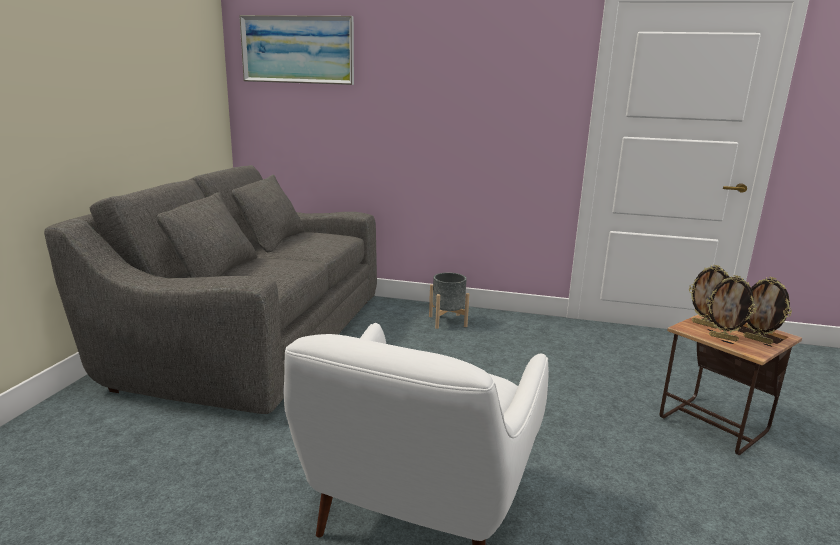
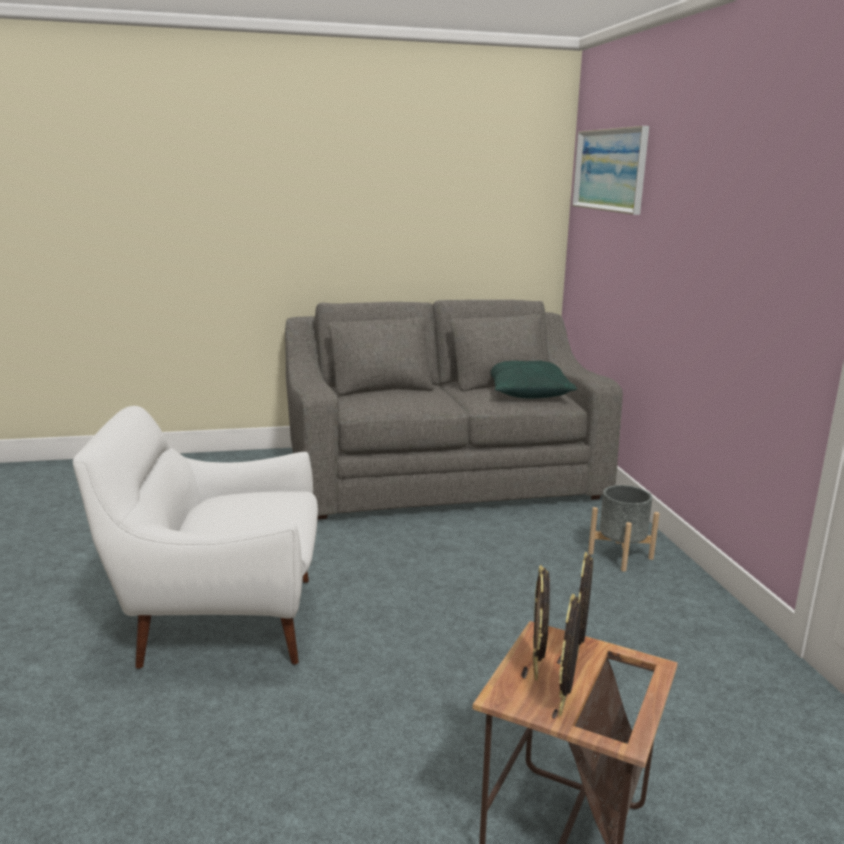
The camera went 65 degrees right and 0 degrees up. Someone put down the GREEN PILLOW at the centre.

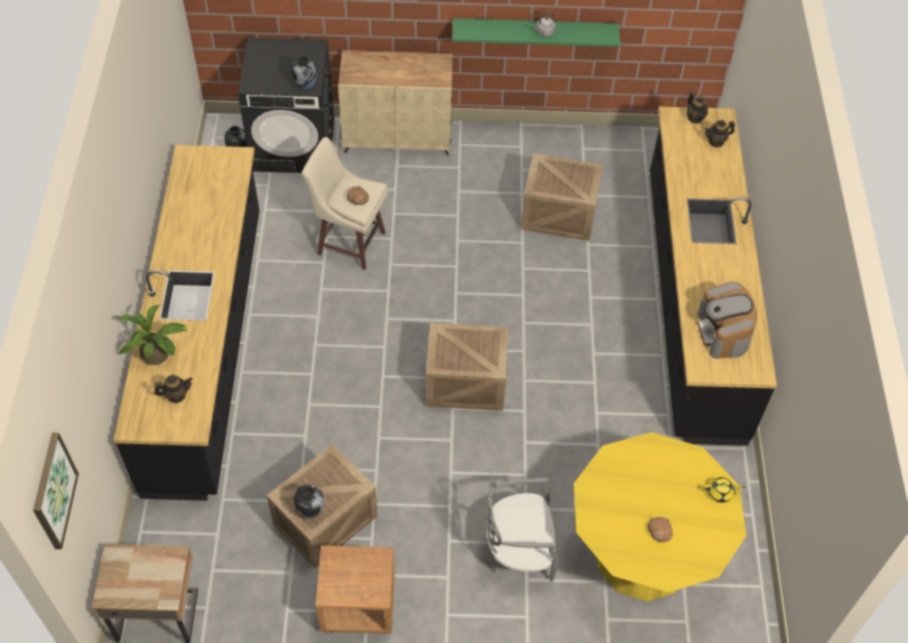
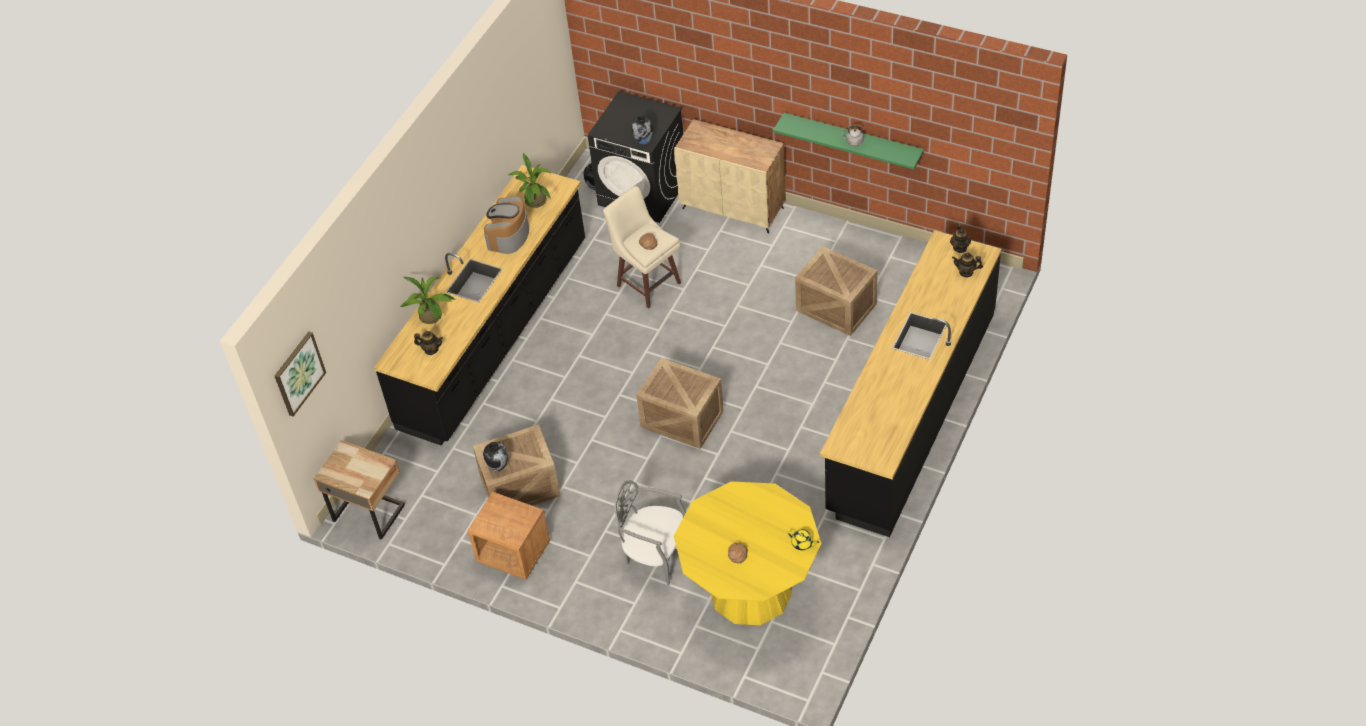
The camera went 30 degrees right and 5 degrees down. Someone put down the POTTED PLANT (no. 2 from left) at the top centre. Someone carried the COFFEE MACHINE from the middle right to the top centre.

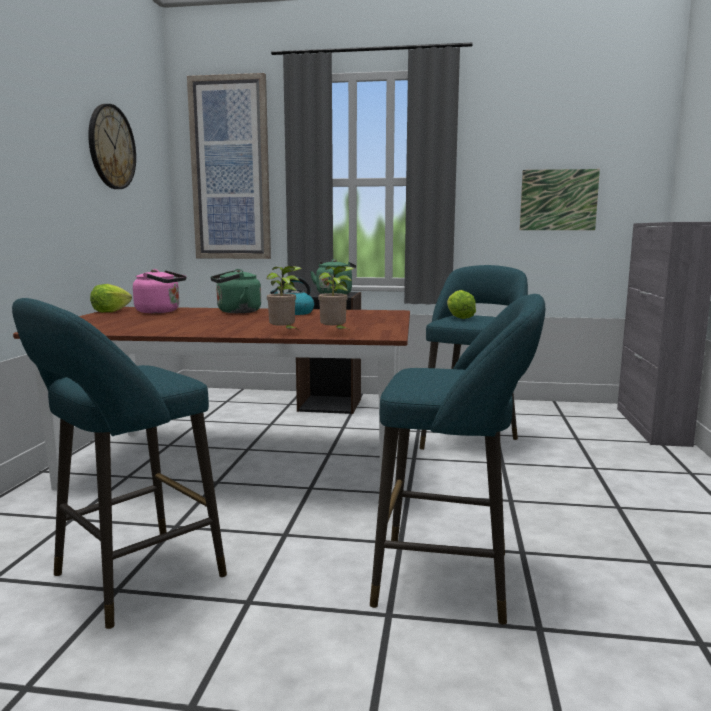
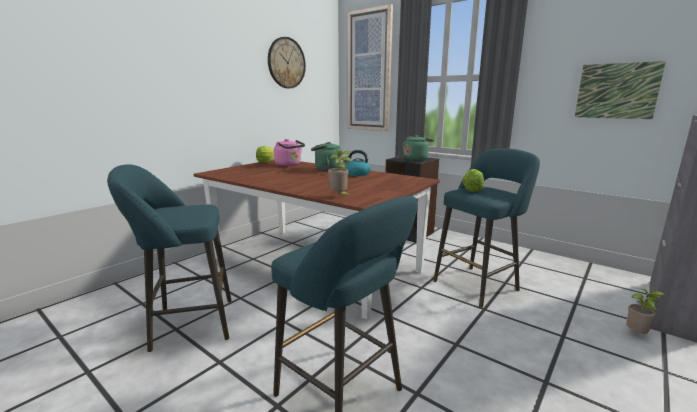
The camera went 30 degrees right and 5 degrees up. Someone carried the POTTED PLANT (no. 1 from left in the first image) from the centre to the bottom right.

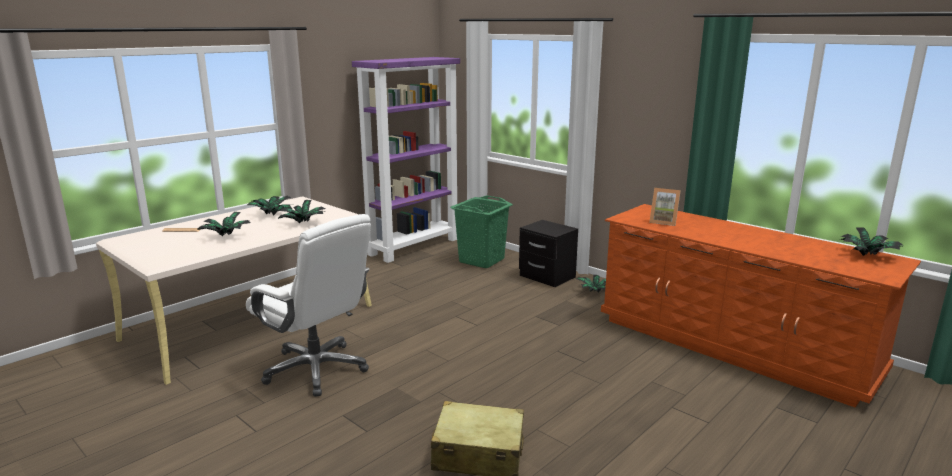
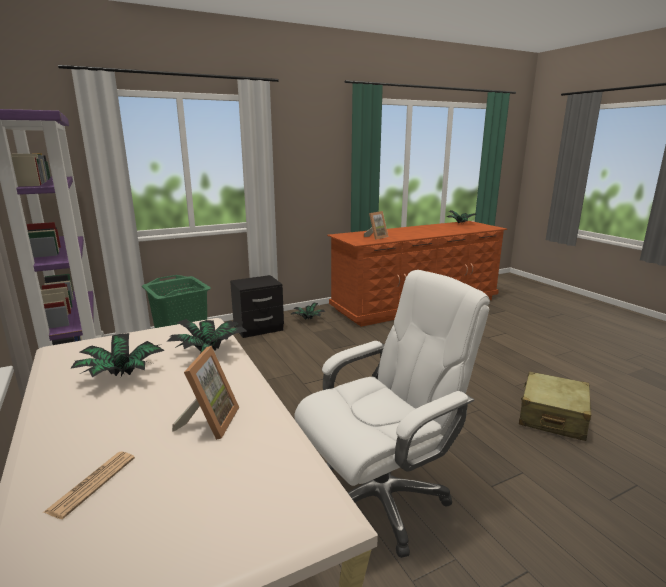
The camera went 70 degrees left and 0 degrees up. Someone swapped the POTTED PLANT (no. 1 from left) at the middle left for the PICTURE FRAME (no. 1 from left) at the bottom left.

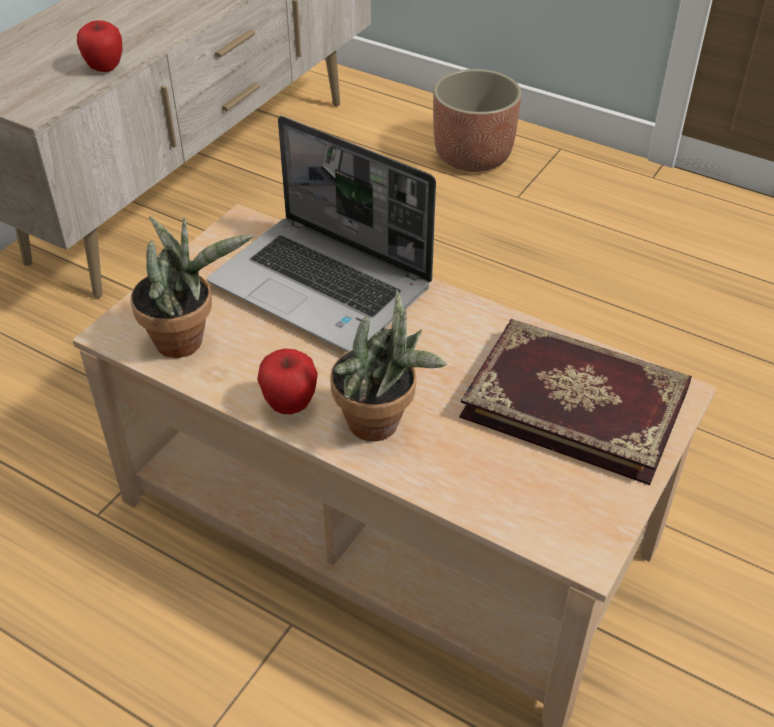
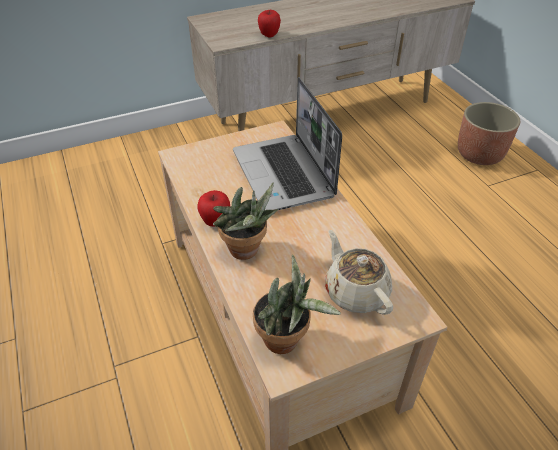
The camera went 35 degrees right and 0 degrees up. Someone carried the POTTED PLANT (no. 1 from left in the first image) from the middle left to the bottom centre. Someone swapped the BOOK at the middle right for the BEIGE TEAPOT at the centre.

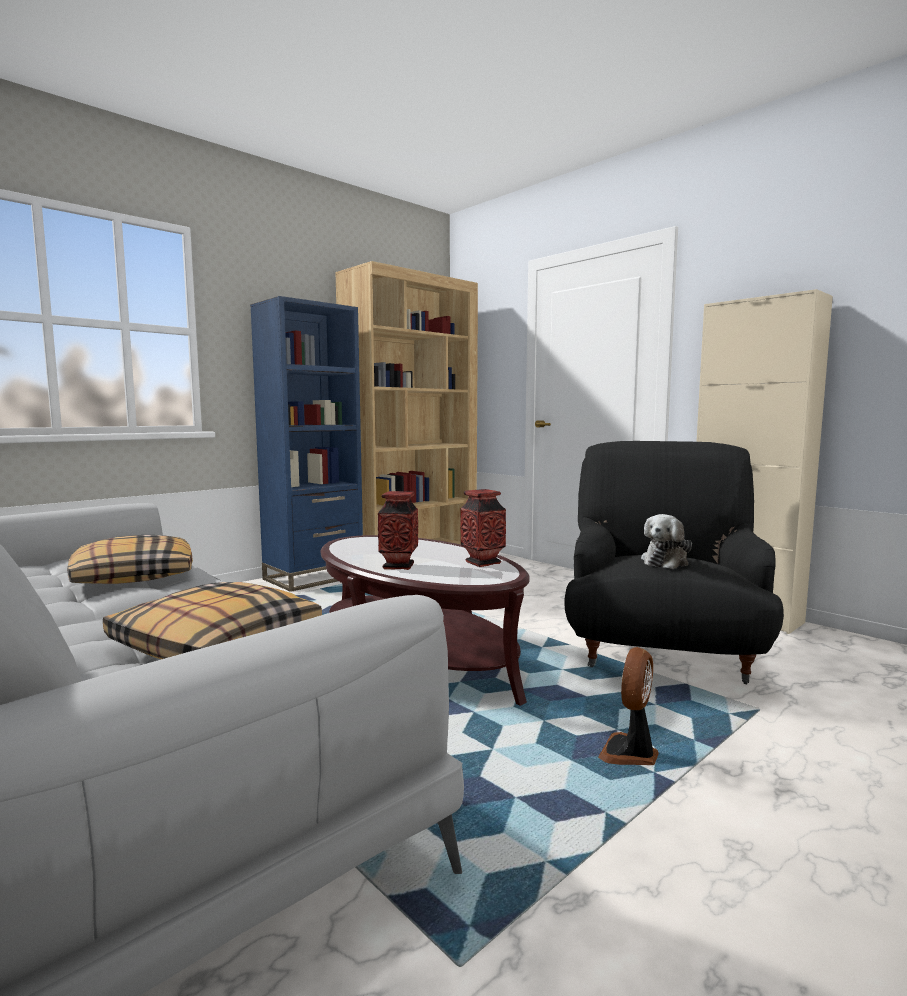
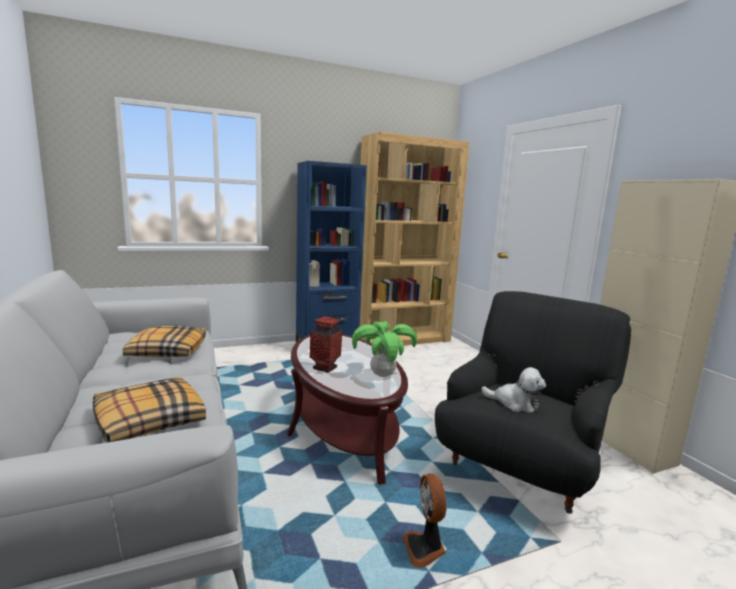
The camera went 20 degrees right and 5 degrees up. Someone swapped the VASE (no. 2 from left) at the centre for the POTTED PLANT at the centre. Someone rotated the FAN at the bottom right by 60 degrees counterclockwise. Someone rotated the PLUSH TOY at the middle right by 120 degrees counterclockwise.

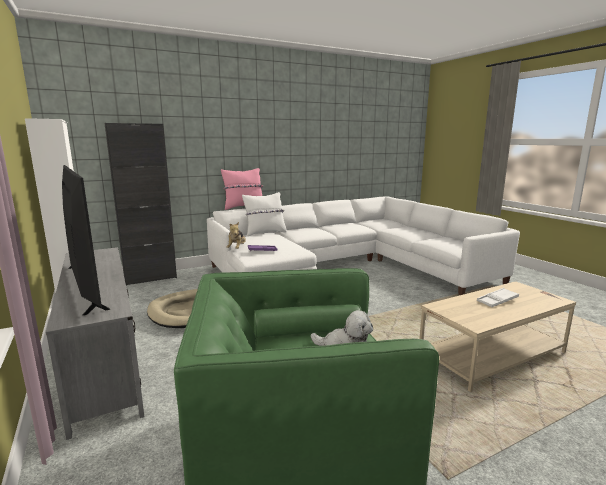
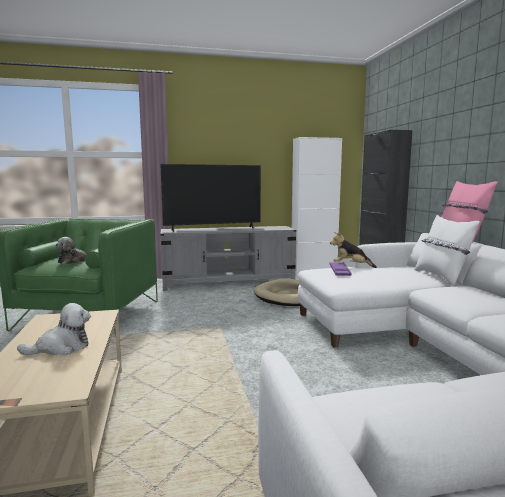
The camera went 105 degrees right and 5 degrees down. Someone swapped the WHITE TRAY at the middle right for the PLUSH TOY (no. 1 from left) at the middle left.

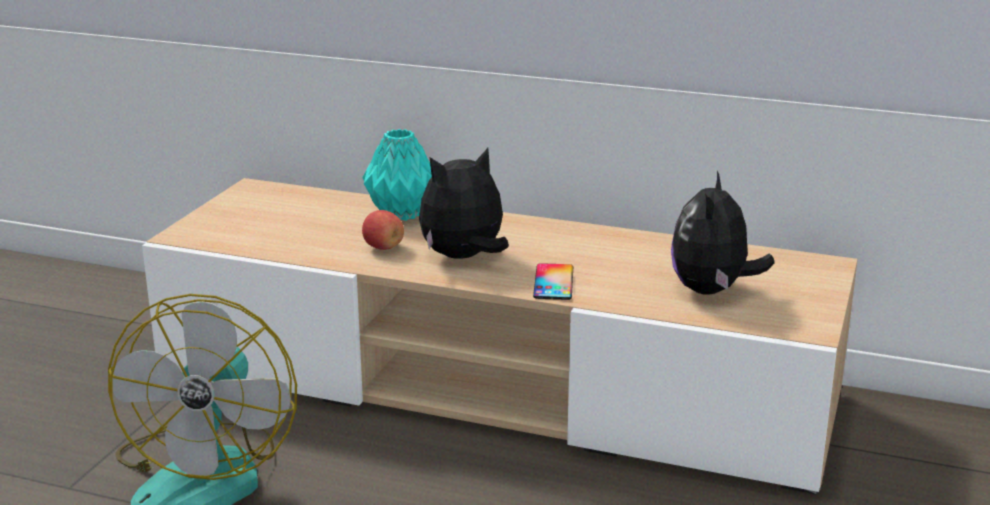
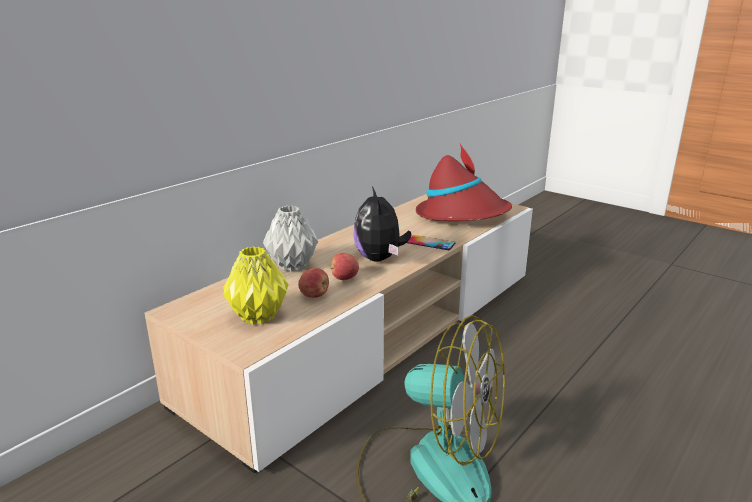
The camera went 70 degrees left and 0 degrees up. Someone put down the YELLOW VASE at the centre. Someone put down the APPLE (no. 1 from left) at the centre. Someone swapped the PLUSH TOY (no. 2 from left) at the middle right for the RED HAT at the centre. Someone repainted the TURQUOISE VASE at the centre, which became the GREY VASE at the centre.

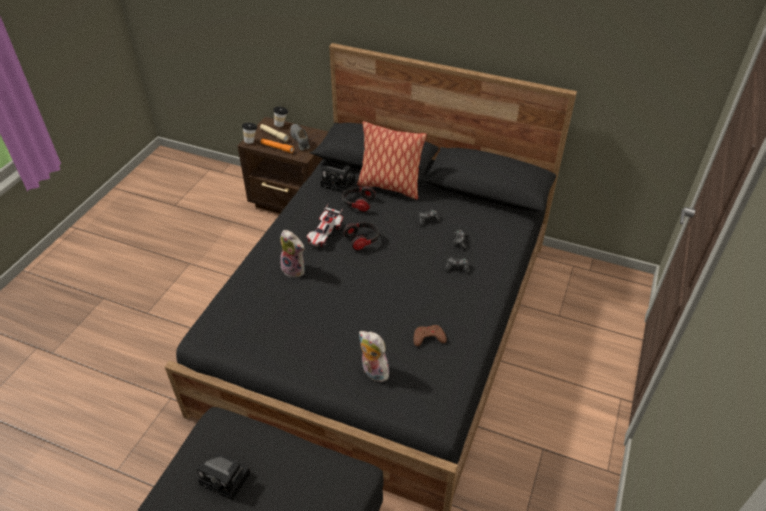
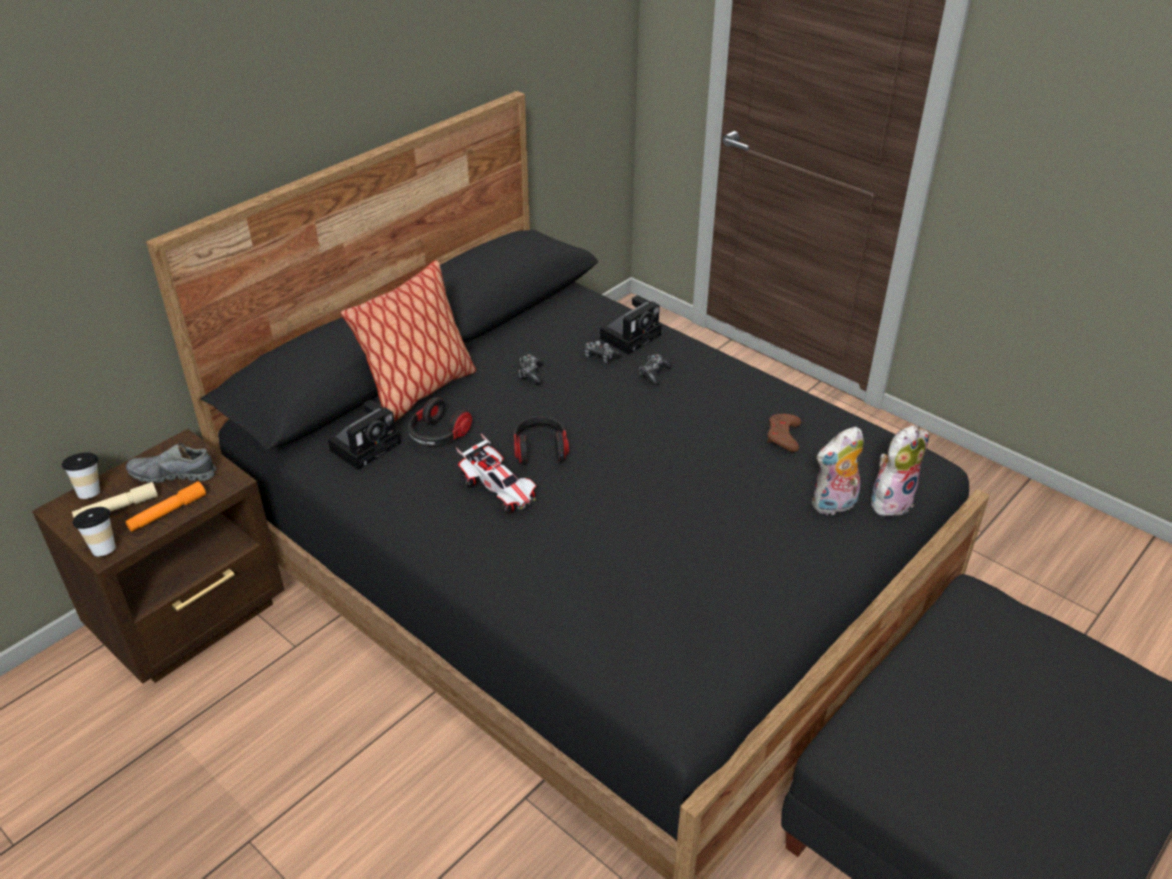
The camera went 70 degrees left and 5 degrees down. Someone carried the PHOTO CAMERA (no. 1 from left in the first image) from the bottom left to the centre. Someone carried the PLUSH TOY (no. 1 from left in the first image) from the centre to the middle right.

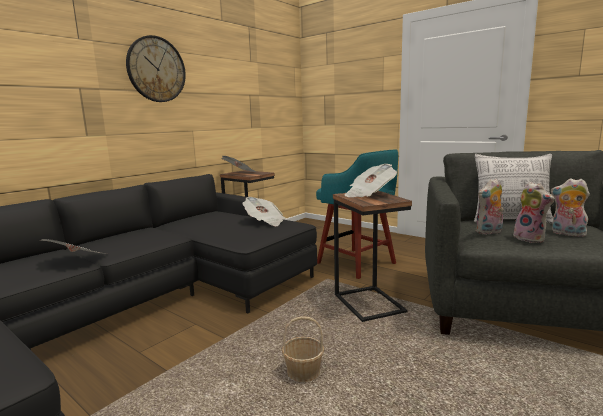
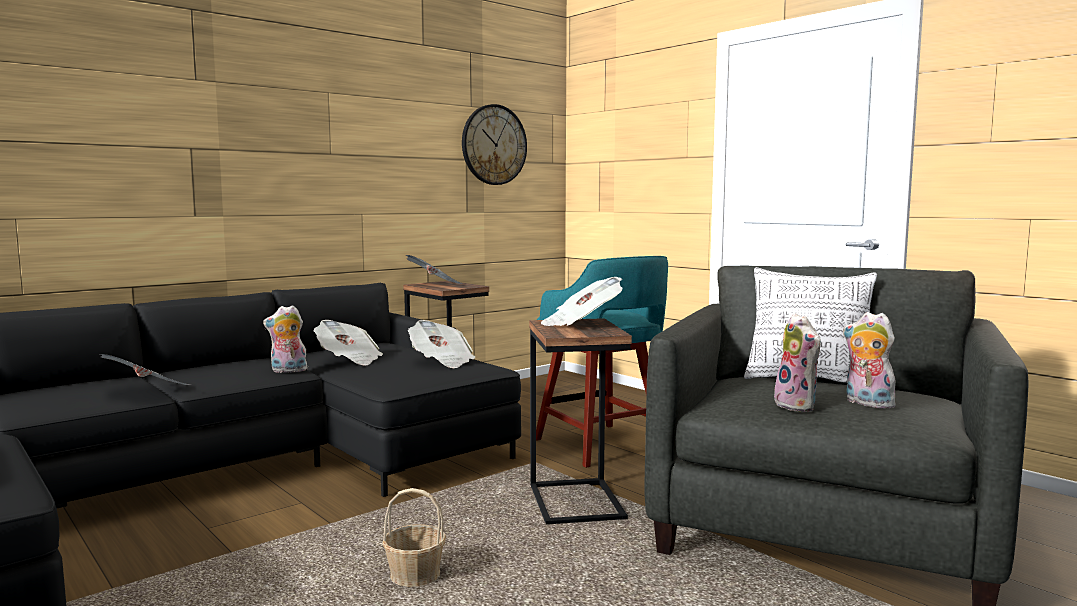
The camera went 10 degrees right and 5 degrees down. Someone put down the NEWSPAPER (no. 2 from left) at the middle left. Someone carried the WALL CLOCK from the top left to the top centre. Someone carried the PLUSH TOY (no. 1 from left) from the middle right to the middle left.

